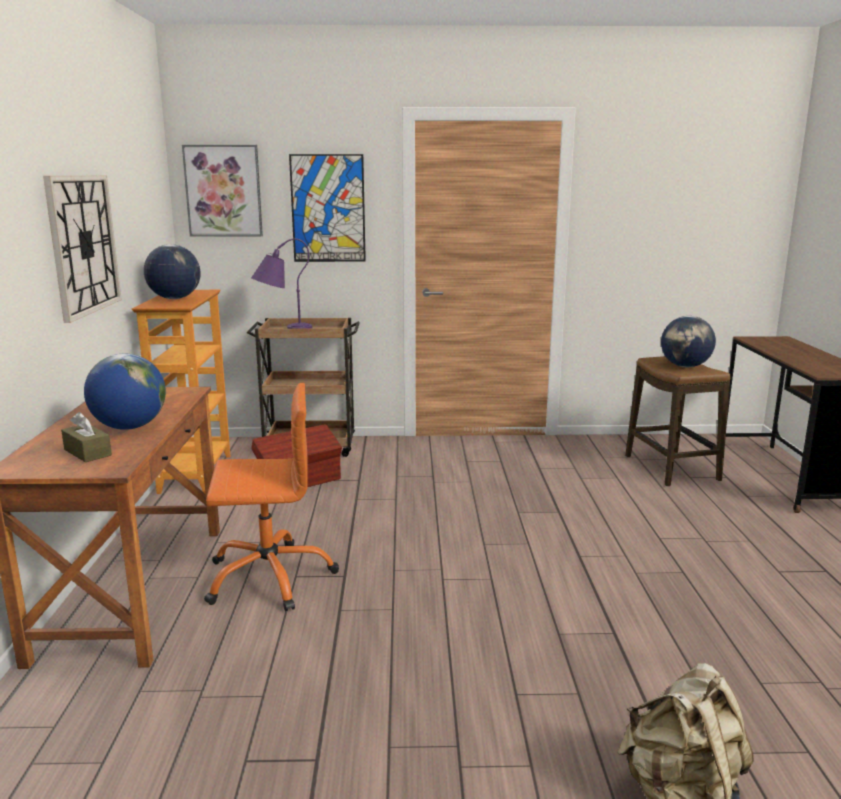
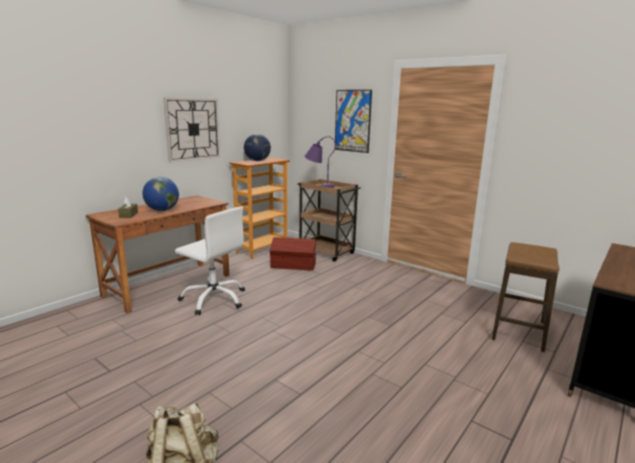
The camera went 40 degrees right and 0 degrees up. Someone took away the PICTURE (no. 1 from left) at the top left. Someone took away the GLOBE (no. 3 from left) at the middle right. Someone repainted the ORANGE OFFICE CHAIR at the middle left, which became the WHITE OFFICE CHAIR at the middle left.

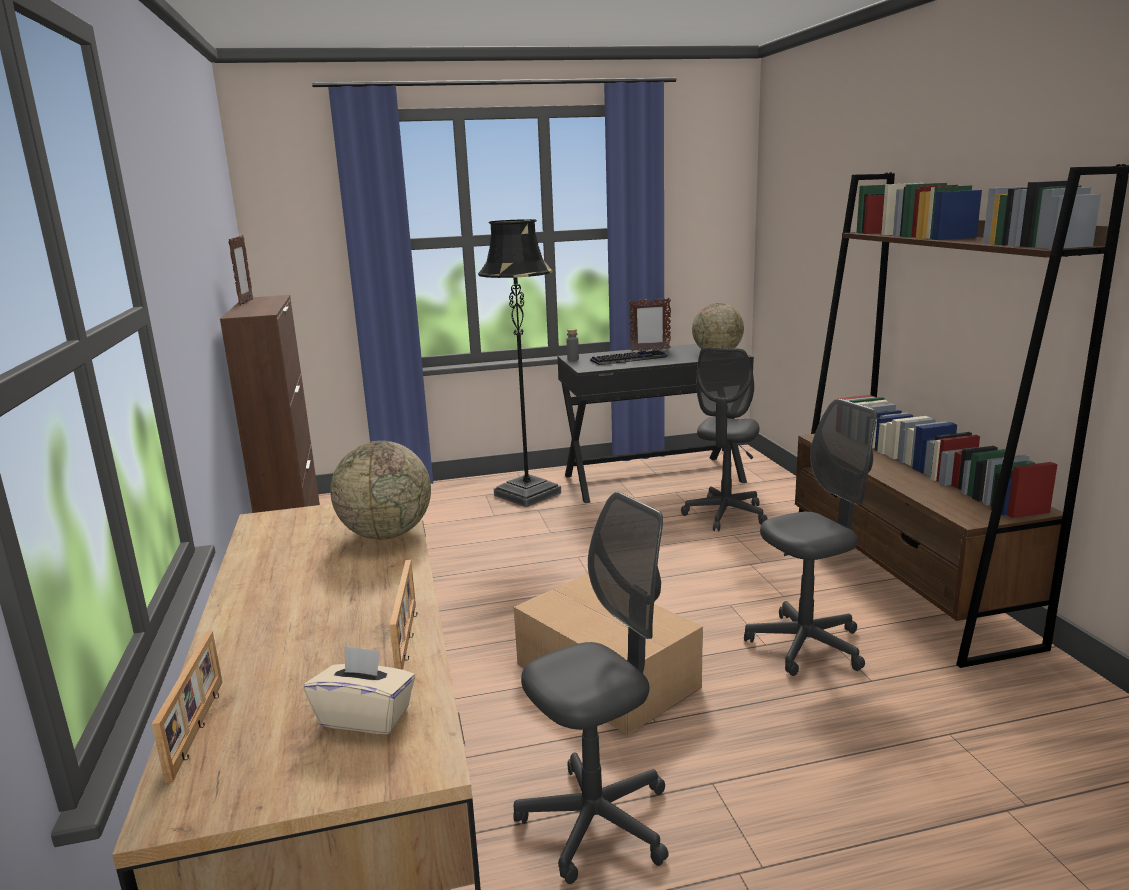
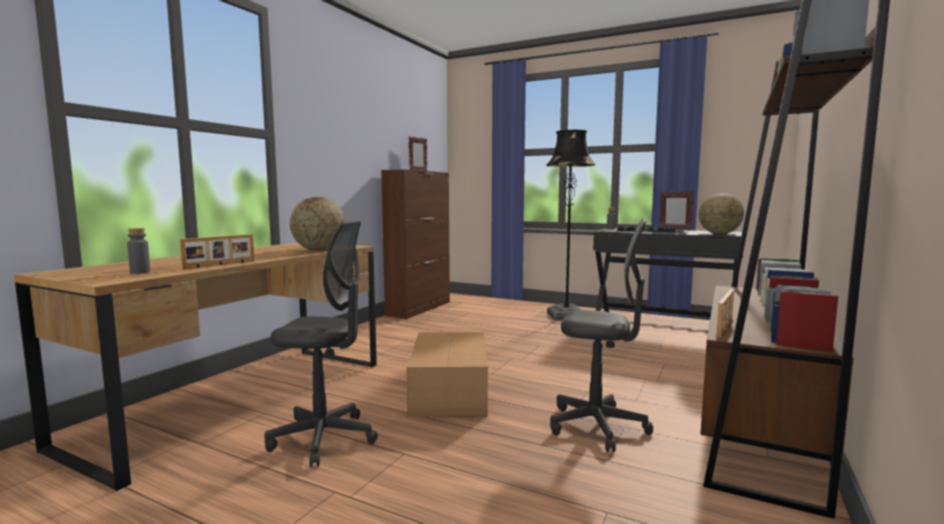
The camera went 40 degrees right and 10 degrees down. Someone took away the GREY OFFICE CHAIR (no. 2 from left) at the centre. Someone carried the PICTURE FRAME (no. 1 from left in the first image) from the bottom left to the middle right. Someone swapped the BEIGE TISSUE BOX at the bottom left for the GREY BOTTLE (no. 1 from left) at the middle left.

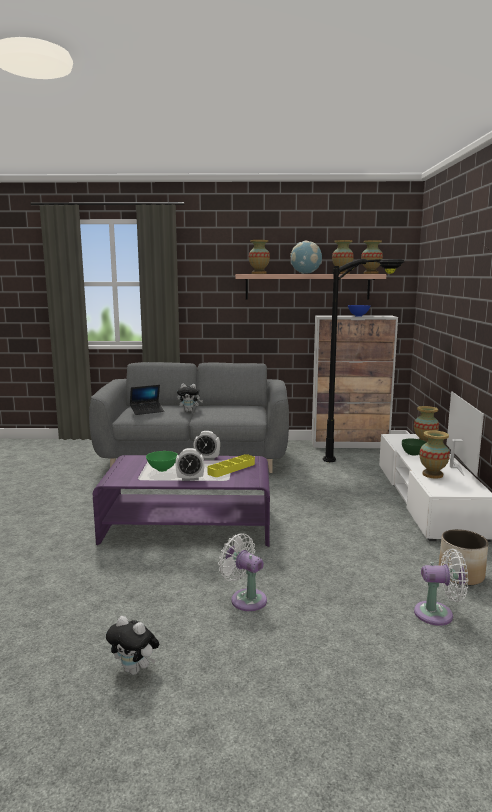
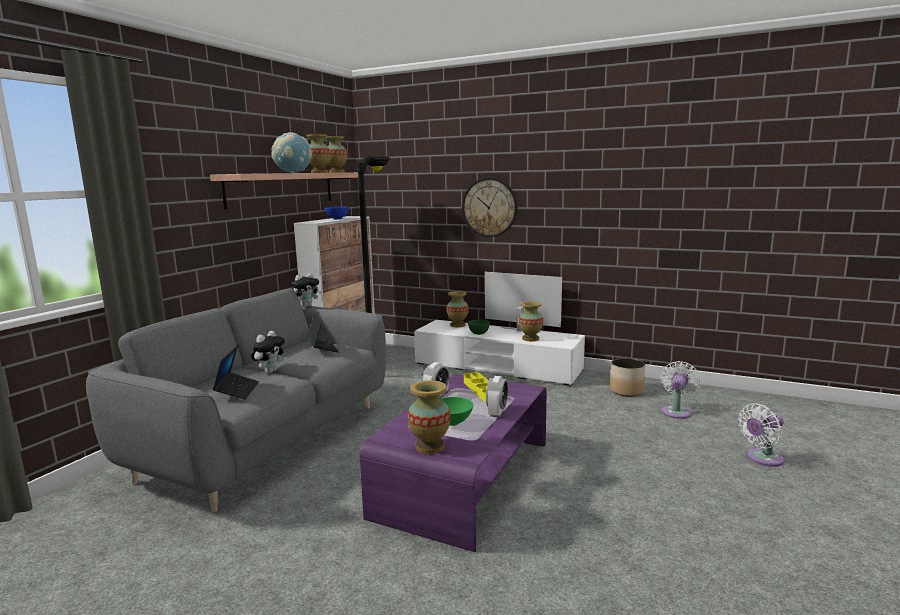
The camera went 65 degrees left and 0 degrees up. Someone put down the LAPTOP (no. 2 from left) at the centre. Someone put up the WALL CLOCK at the centre. Someone carried the PLUSH TOY (no. 1 from left in the first image) from the bottom left to the centre. Someone carried the WHITE FAN (no. 1 from left in the first image) from the bottom centre to the bottom right. Someone carried the VASE (no. 1 from left in the first image) from the top centre to the bottom centre.

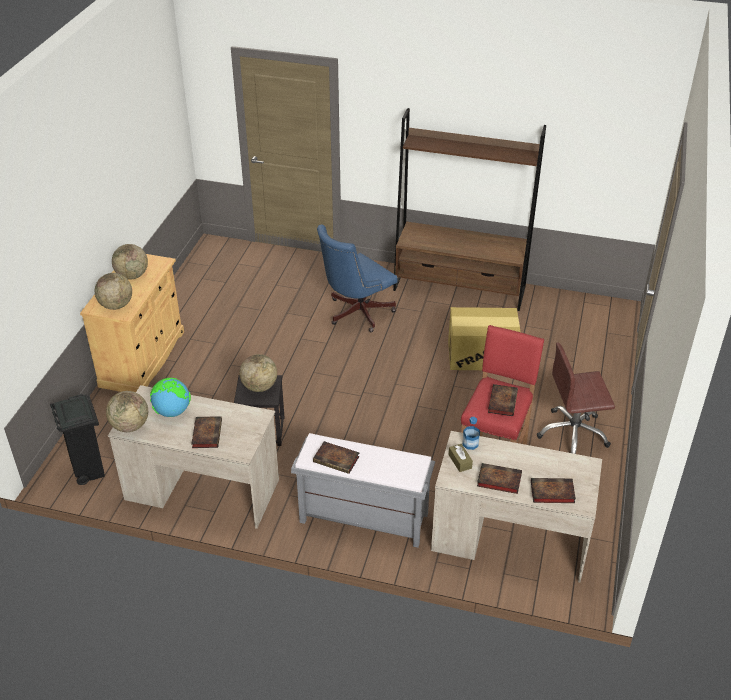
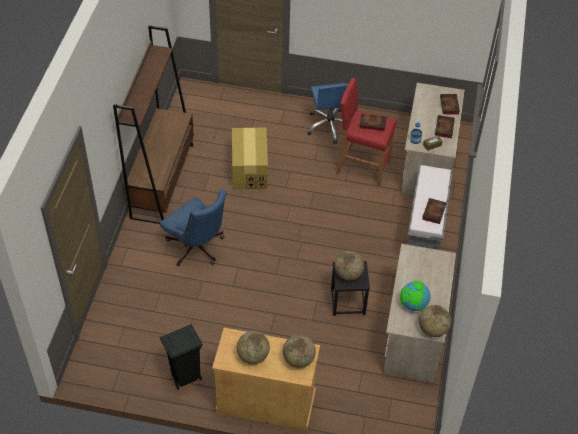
The camera went 95 degrees left and 10 degrees up. Someone took away the BOOK (no. 1 from left) at the middle left. Someone carried the BLACK TRASH CAN from the middle left to the bottom left. Someone repainted the BROWN OFFICE CHAIR at the middle right, which became the BLUE OFFICE CHAIR (no. 2 from left) at the top centre.

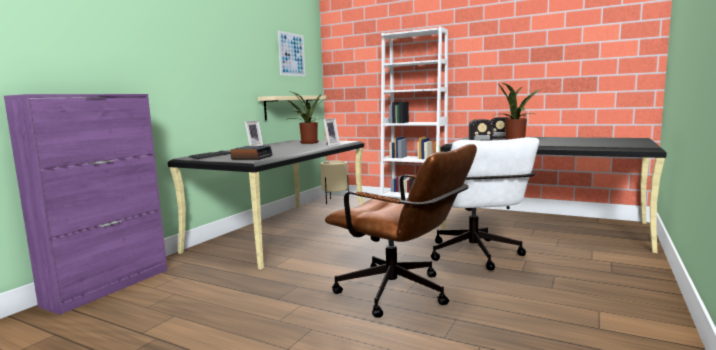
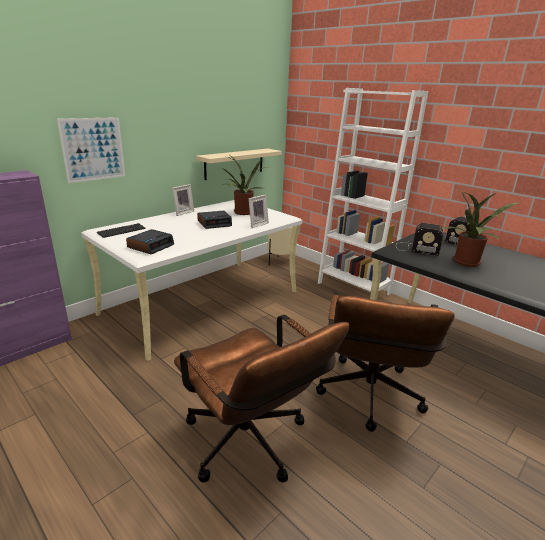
The camera went 15 degrees right and 15 degrees up. Someone put down the ALARM CLOCK (no. 2 from left) at the centre. Someone carried the PICTURE from the top centre to the top left. Someone repainted the BLACK DESK (no. 1 from left) at the centre, which became the WHITE DESK at the centre. Someone repainted the WHITE OFFICE CHAIR at the middle right, which became the BROWN OFFICE CHAIR (no. 2 from left) at the bottom right.

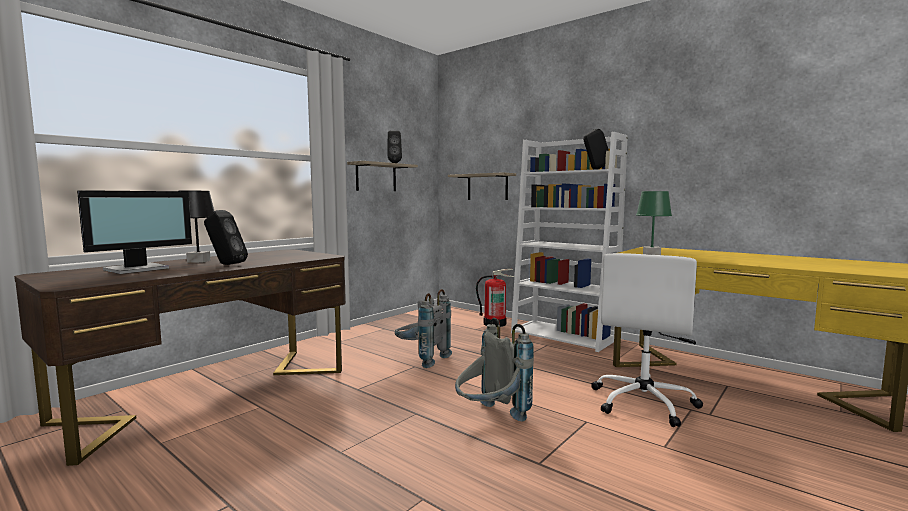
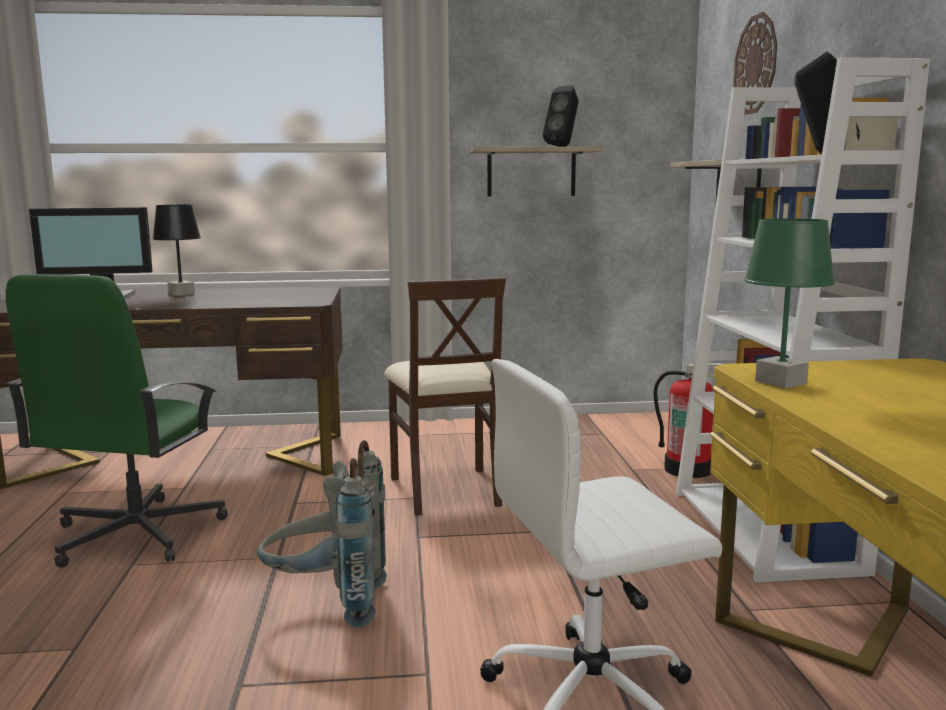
The camera went 45 degrees right and 5 degrees up. Someone took away the BLACK SPEAKER (no. 1 from left) at the middle left. Someone put down the GREEN OFFICE CHAIR at the middle left. Someone put up the WALL CLOCK at the top right. Someone swapped the GREY BACKPACK (no. 1 from left) at the centre for the BEIGE CHAIR at the centre.

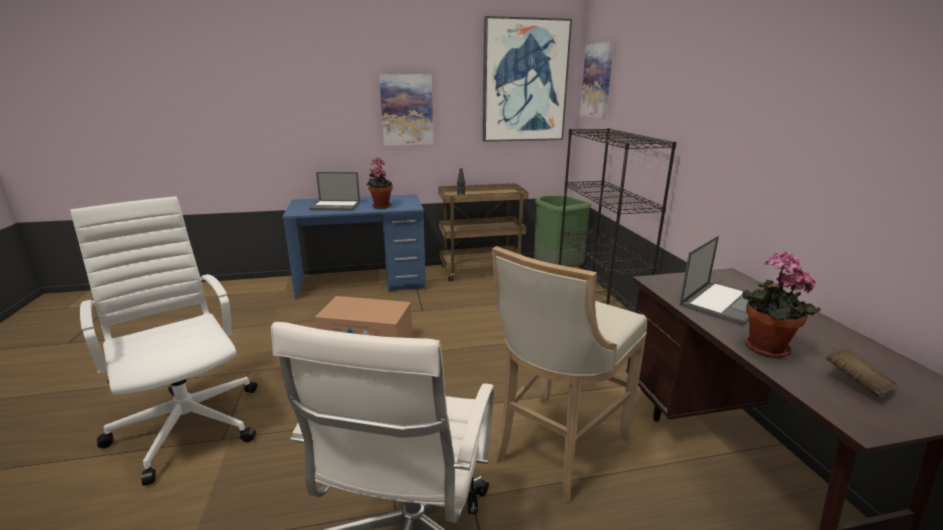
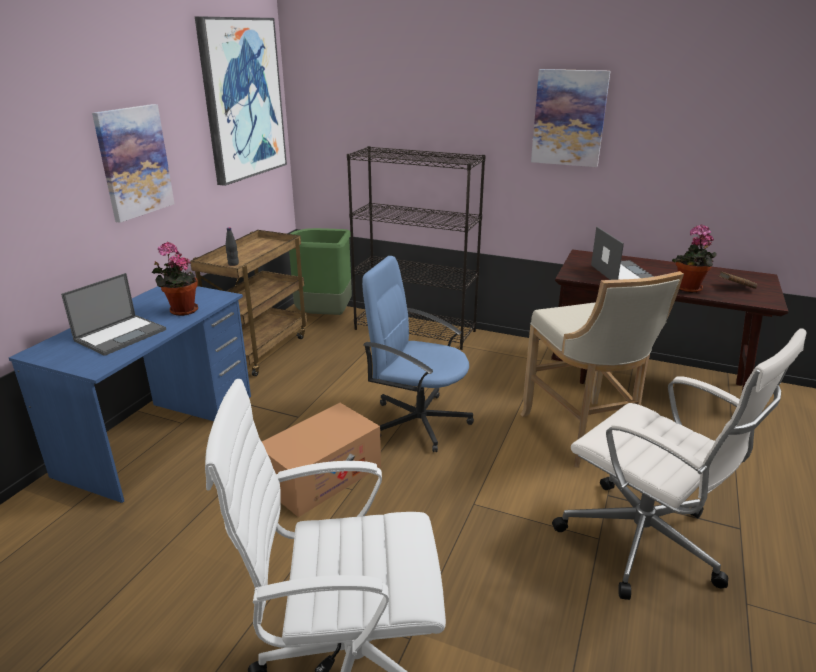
The camera went 55 degrees left and 5 degrees up. Someone put down the BLUE OFFICE CHAIR at the centre. Someone carried the PICTURE (no. 3 from left) from the top centre to the top right.

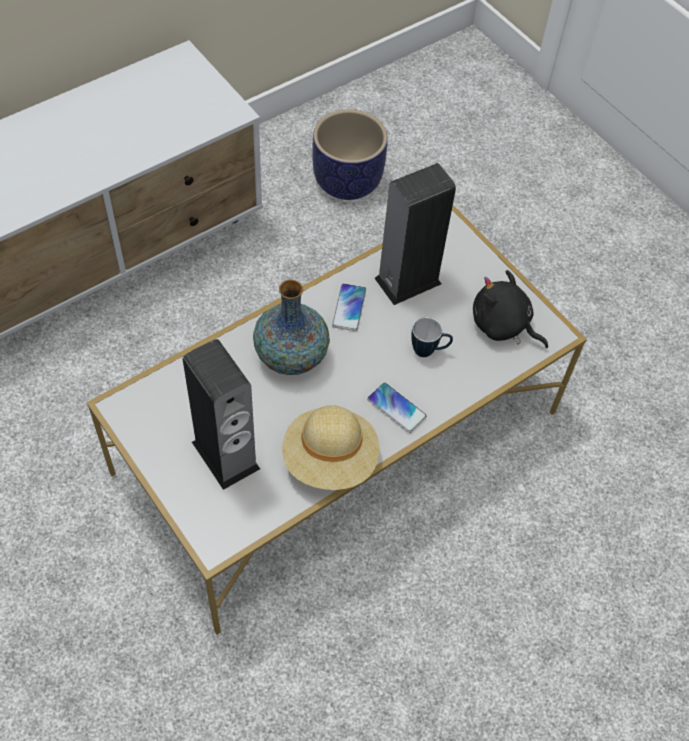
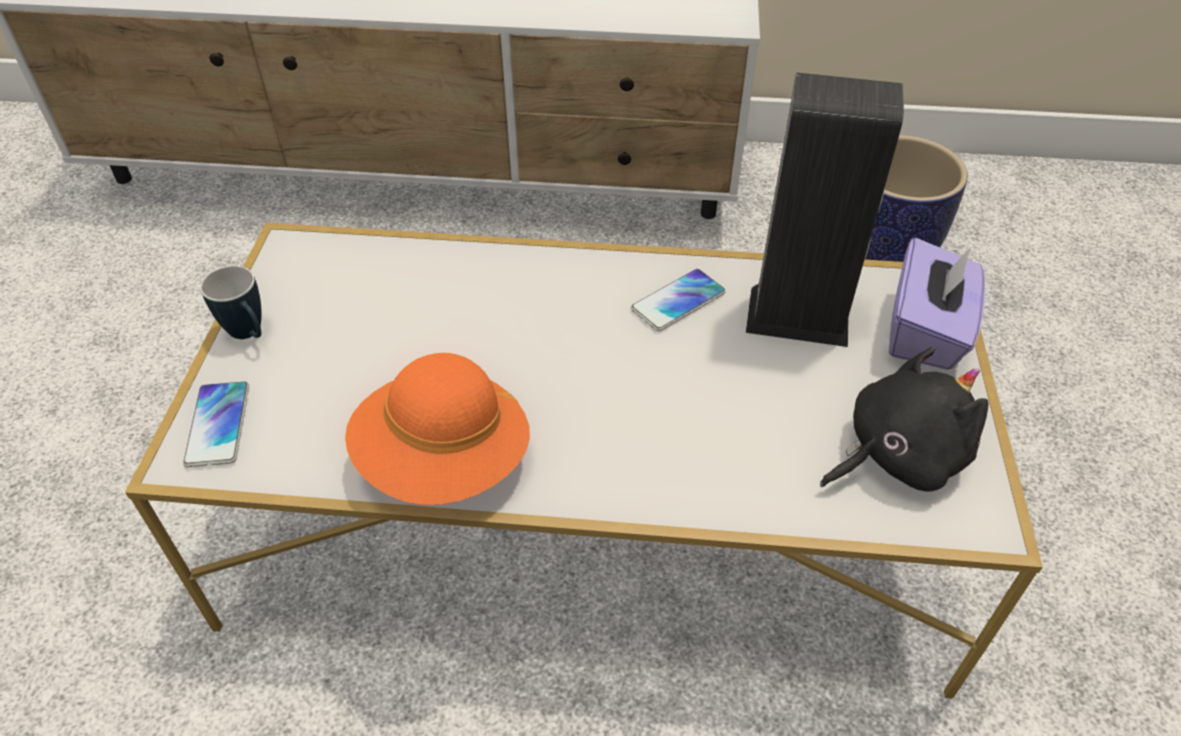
The camera went 45 degrees right and 10 degrees down. Someone took away the SPEAKER (no. 1 from left) at the middle left. Someone took away the VASE at the centre. Someone put down the PURPLE TISSUE BOX at the middle right. Someone carried the PHONE (no. 2 from left in the first image) from the centre to the middle left. Someone carried the MUG from the centre to the middle left. Someone repainted the BEIGE HAT at the centre, which became the ORANGE HAT at the centre. Someone rotated the BLACK PLUSH TOY at the middle right by 75 degrees clockwise.

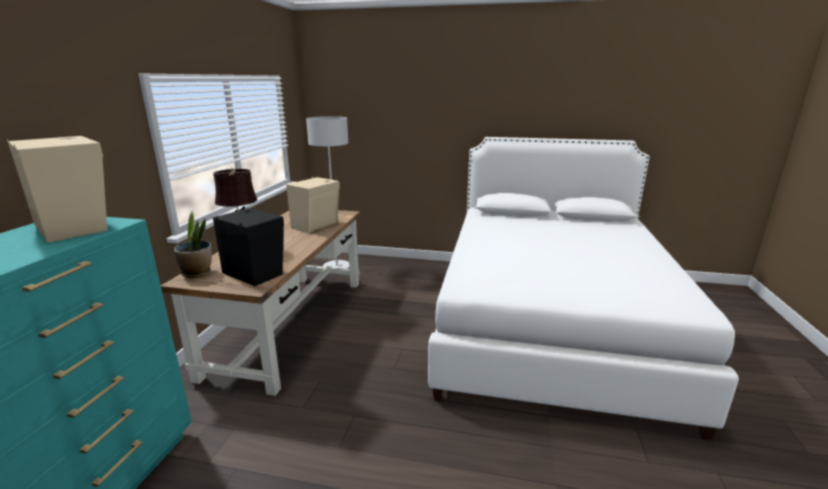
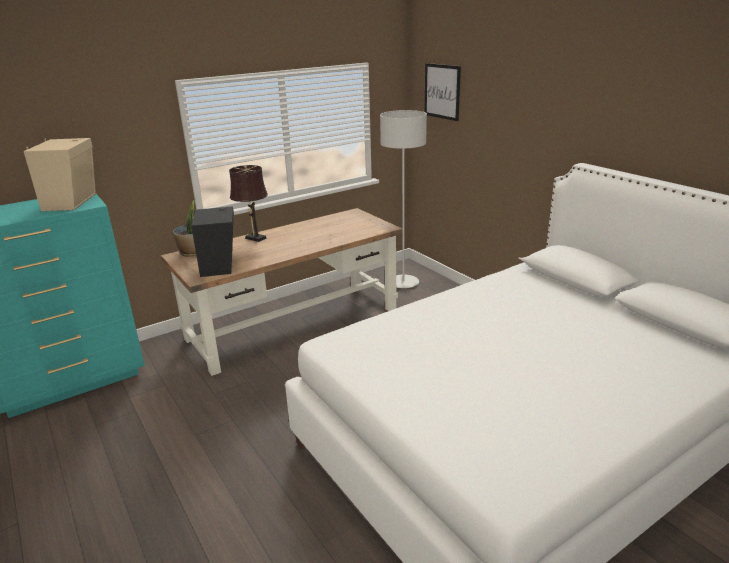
The camera went 45 degrees right and 5 degrees up. Someone took away the BEIGE SPEAKER (no. 2 from left) at the centre. Someone put up the PICTURE at the top centre.

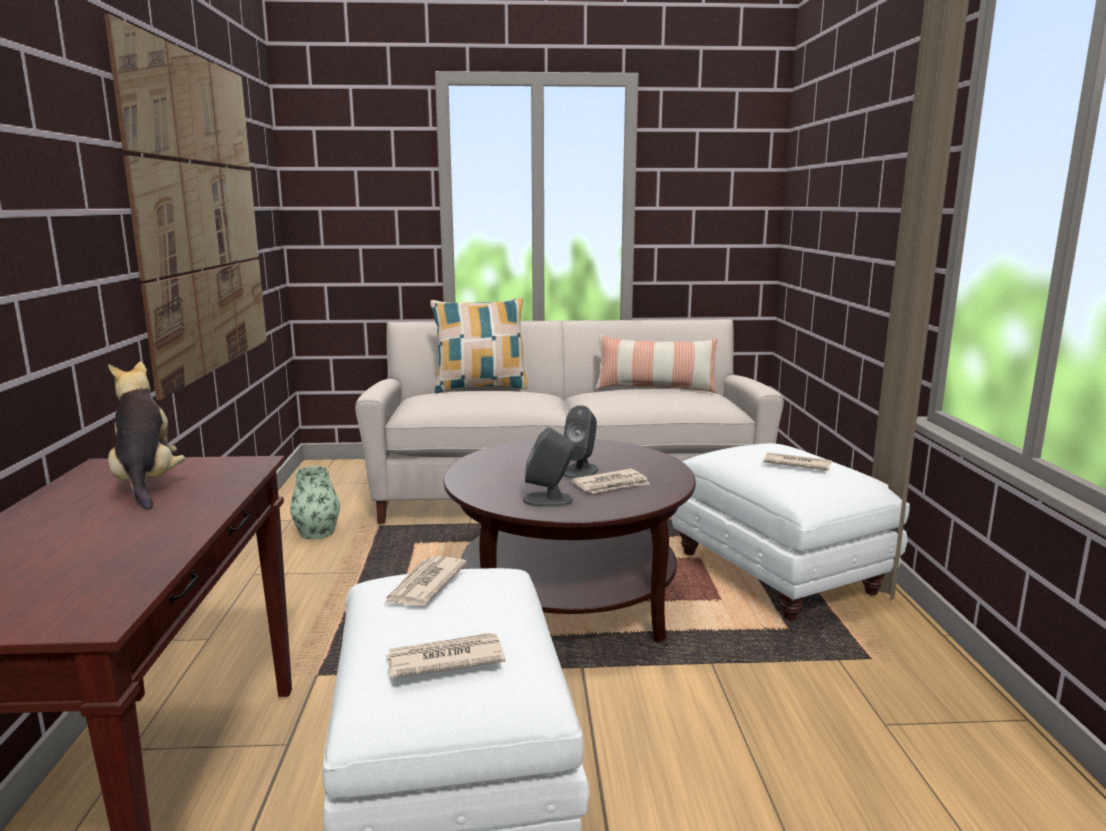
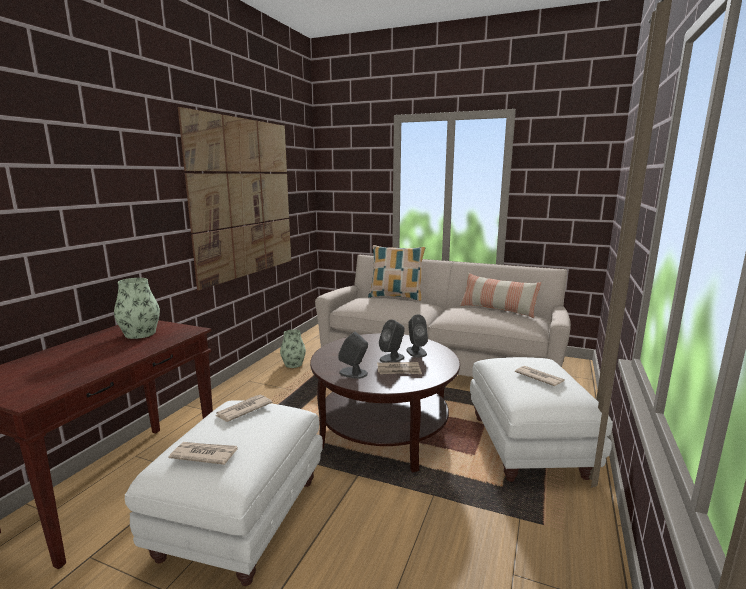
The camera went 25 degrees right and 0 degrees up. Someone put down the GREY SPEAKER (no. 3 from left) at the centre. Someone swapped the PLUSH TOY at the middle left for the VASE (no. 1 from left) at the middle left.

